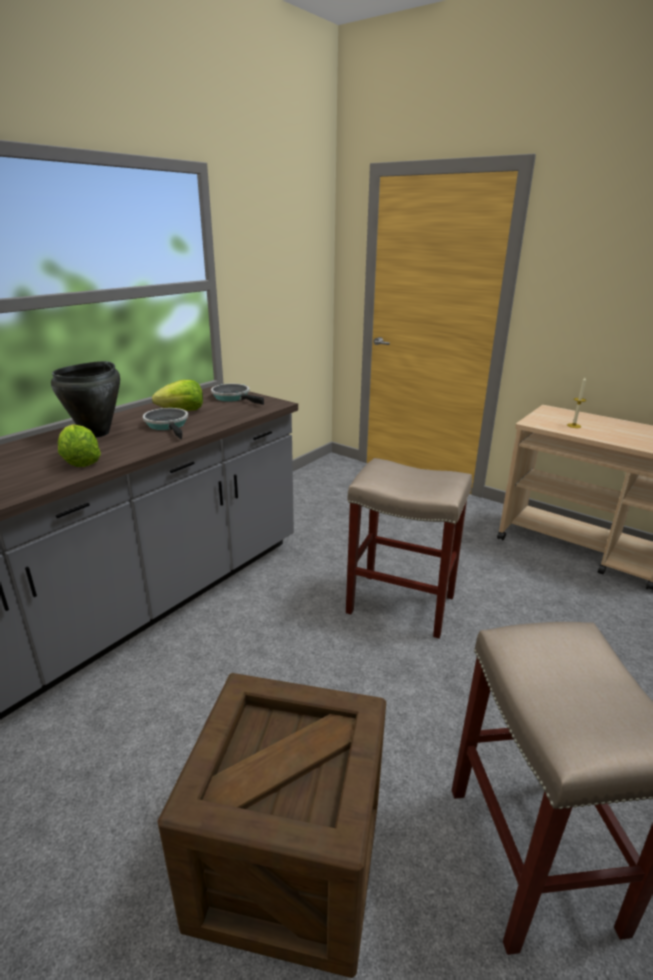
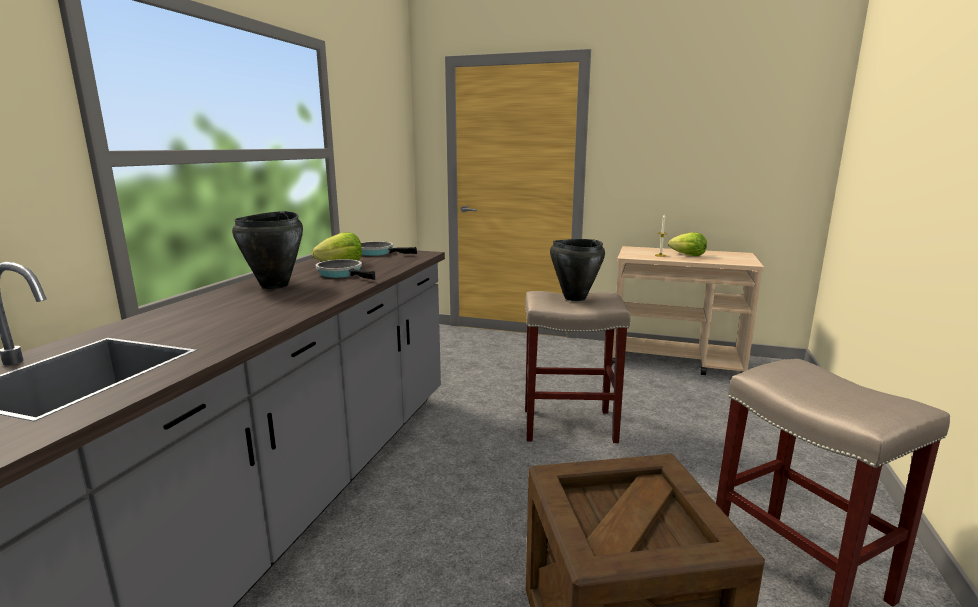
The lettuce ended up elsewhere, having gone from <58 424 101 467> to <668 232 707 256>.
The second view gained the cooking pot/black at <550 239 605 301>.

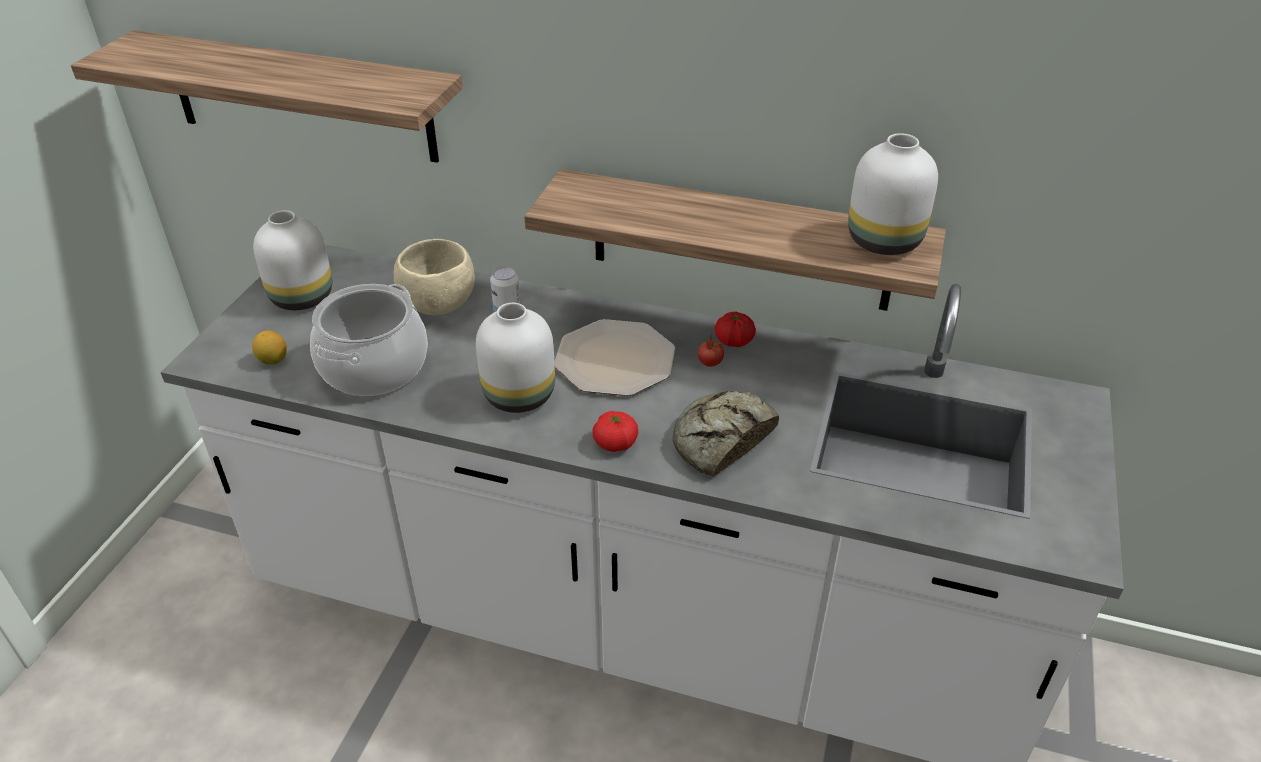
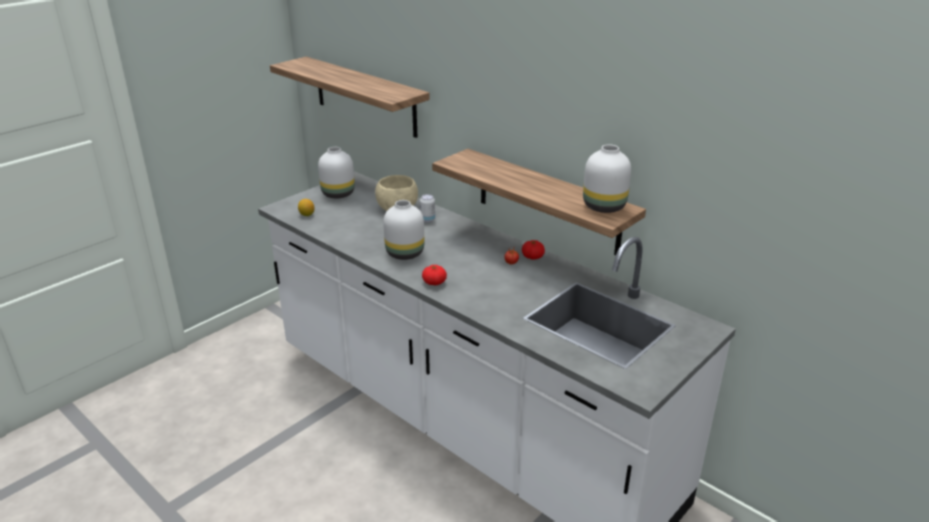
The second view lost the cooking pot at <310 284 428 396>.
The second view lost the plate at <555 319 675 396>.
The second view lost the bread at <673 391 779 477>.

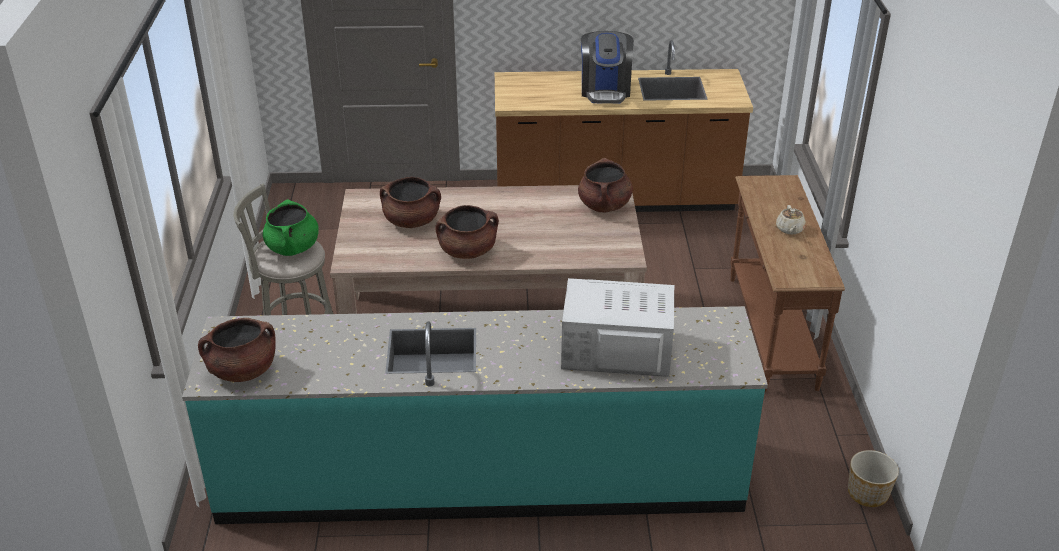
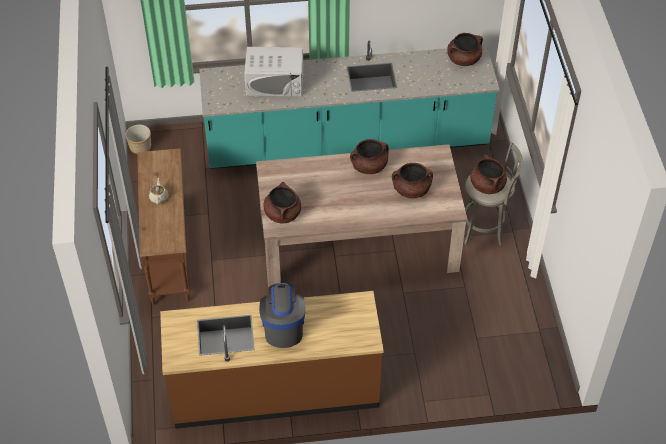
What was the cooking pot/green at <263 199 319 256> turned into the cooking pot/brown at <470 154 507 194>.

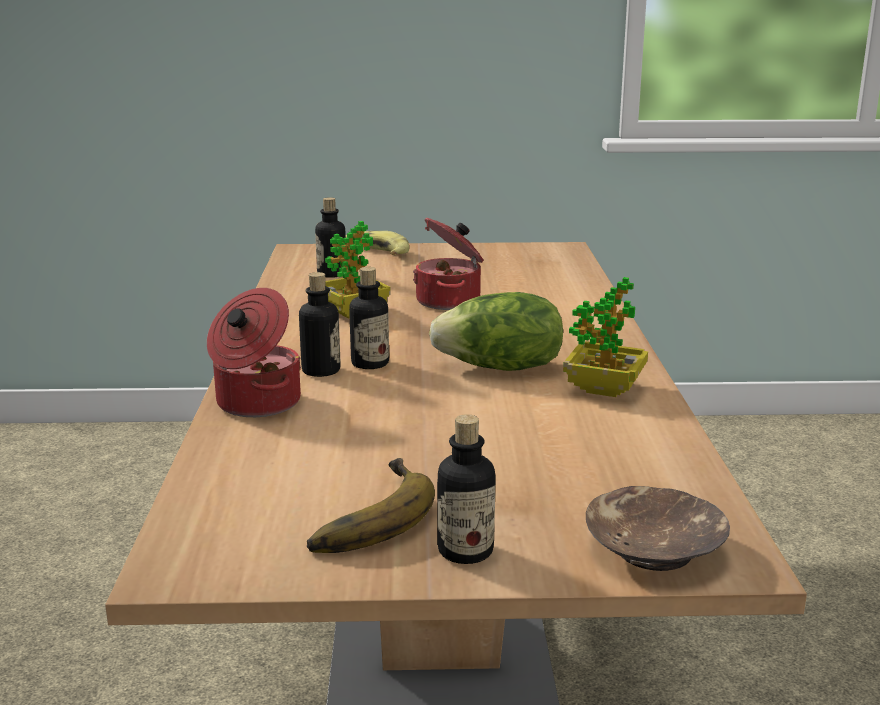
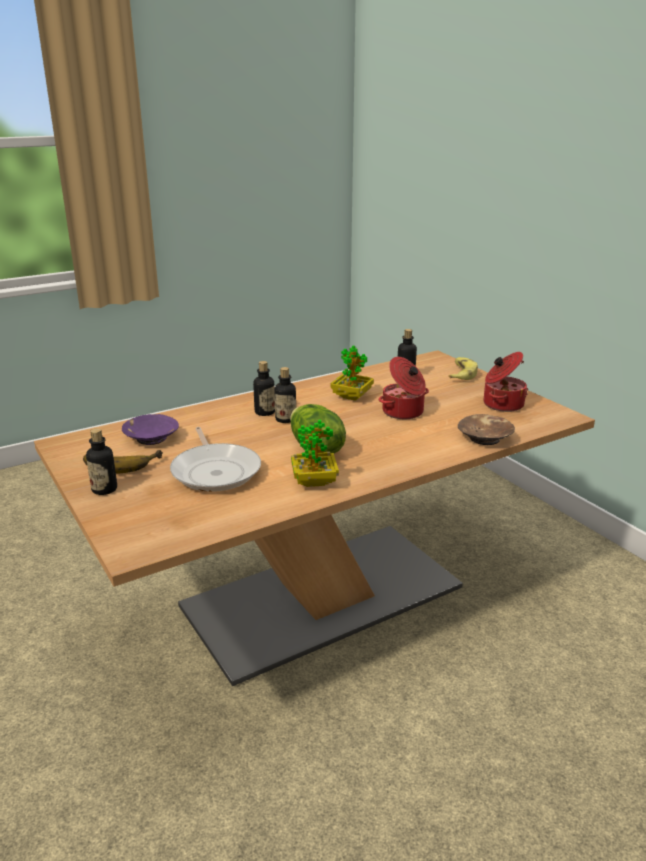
The cooking pot ended up elsewhere, having gone from <207 288 301 417> to <483 352 528 412>.
The bowl/brown ended up elsewhere, having gone from <586 486 730 571> to <458 414 515 445>.
The second view gained the bowl/purple at <122 414 179 445>.
The second view gained the frying pan at <170 427 261 492>.

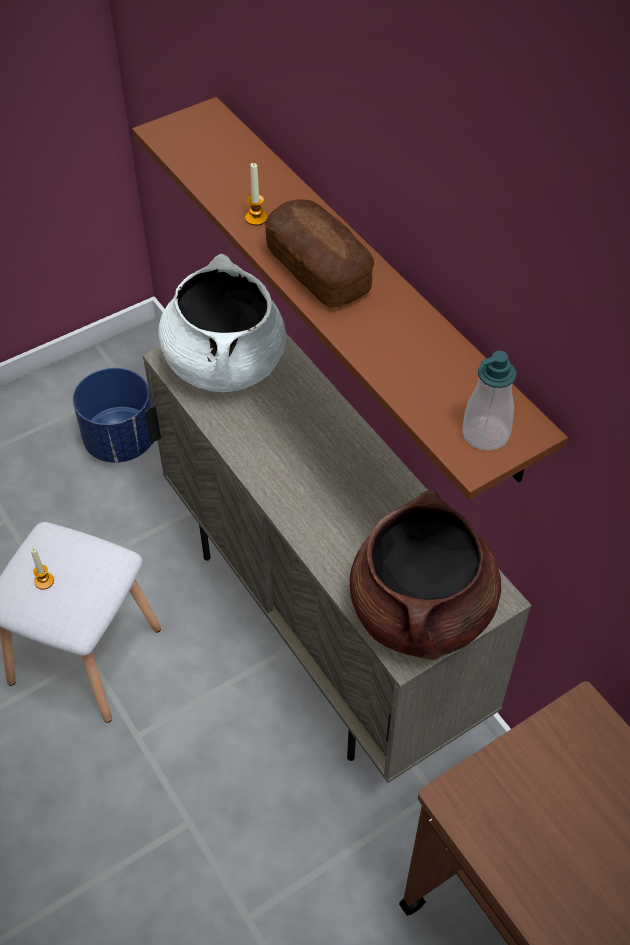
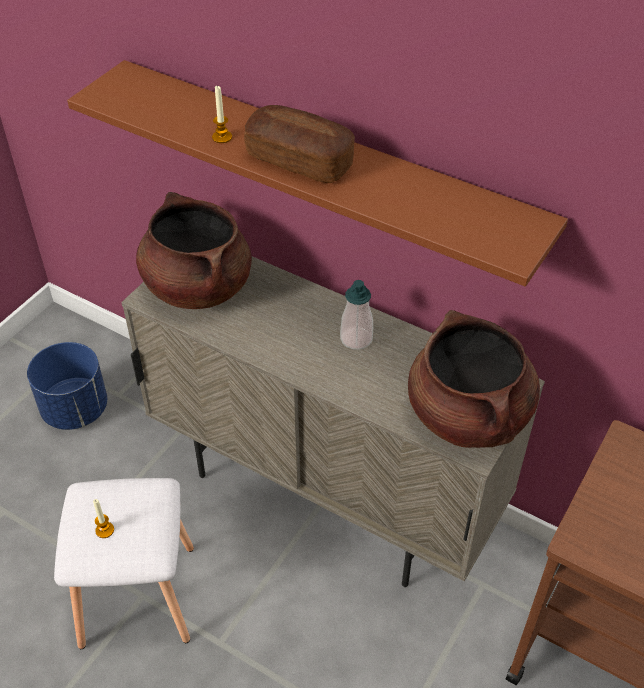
What was the cooking pot/white at <158 254 286 392> turned into the cooking pot/brown at <136 192 252 309>.
The soap dispenser ended up elsewhere, having gone from <462 351 516 451> to <340 280 373 350>.

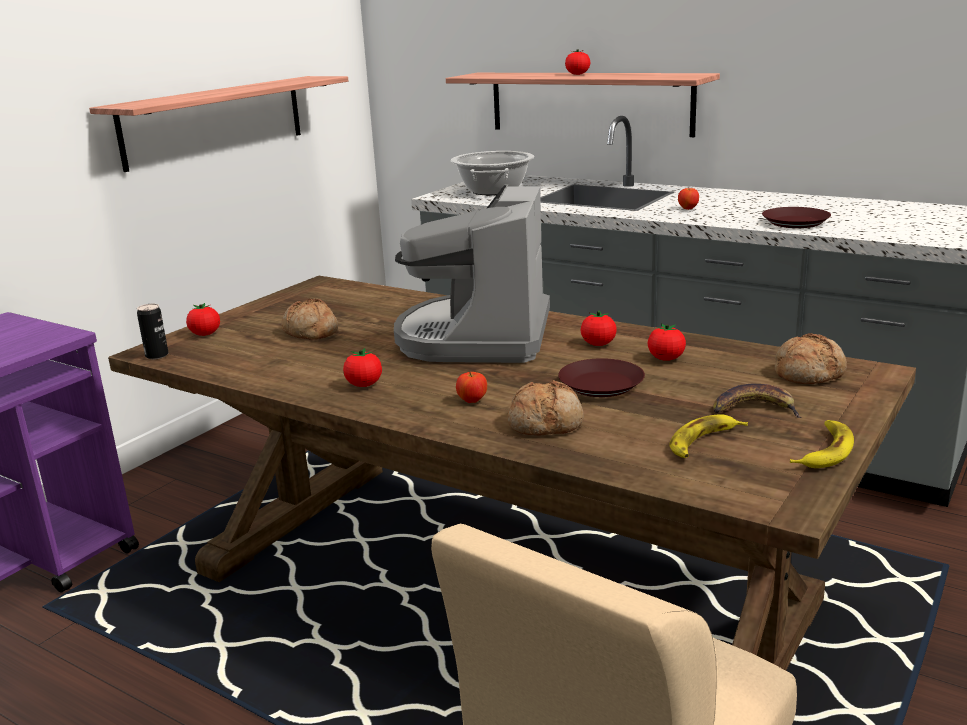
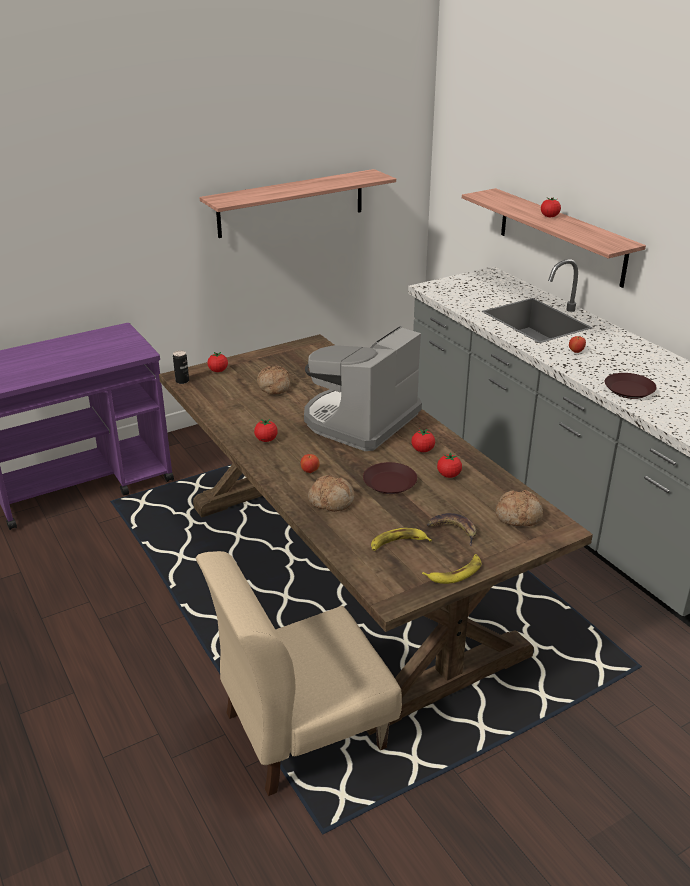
The second view lost the cooking pot at <451 151 534 195>.

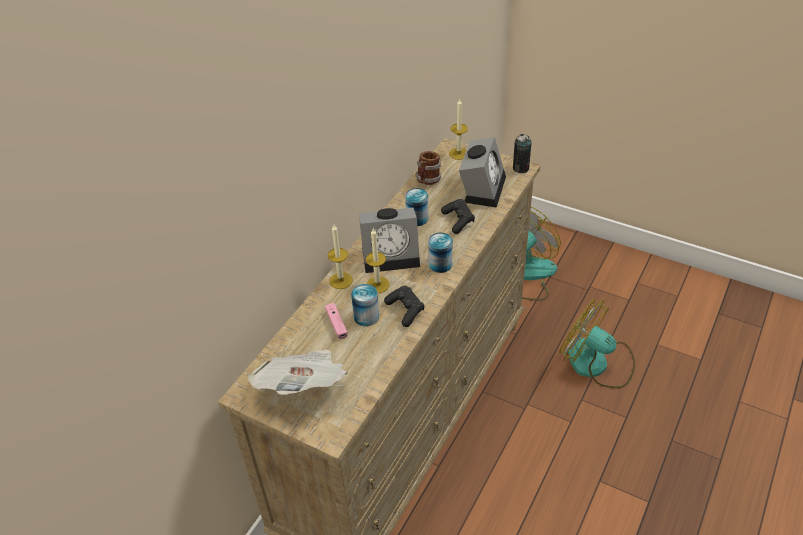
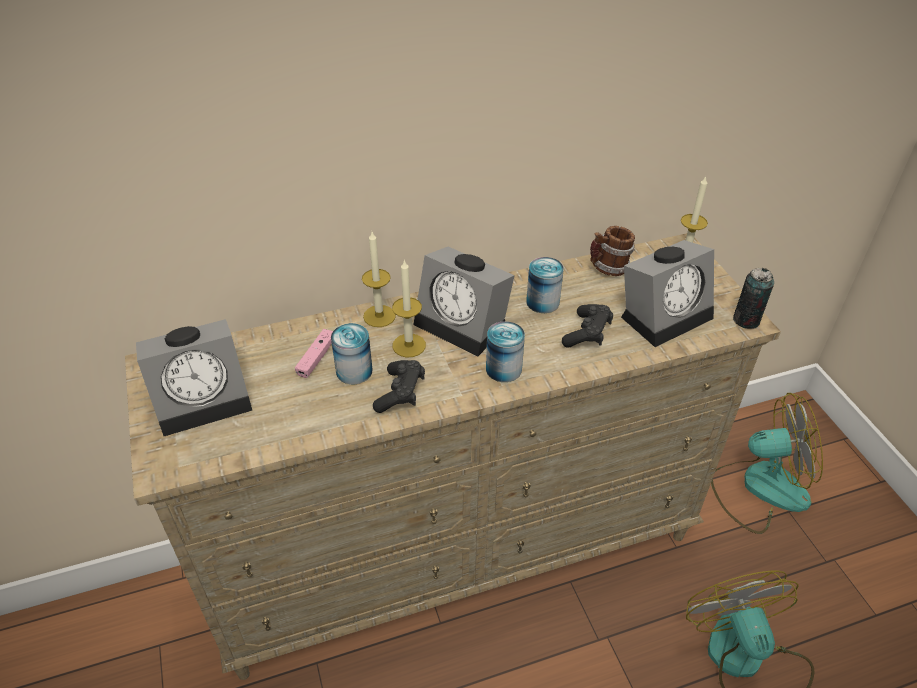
Where the newspaper stood at <248 349 347 395>, the alarm clock came to stand at <136 319 252 436>.

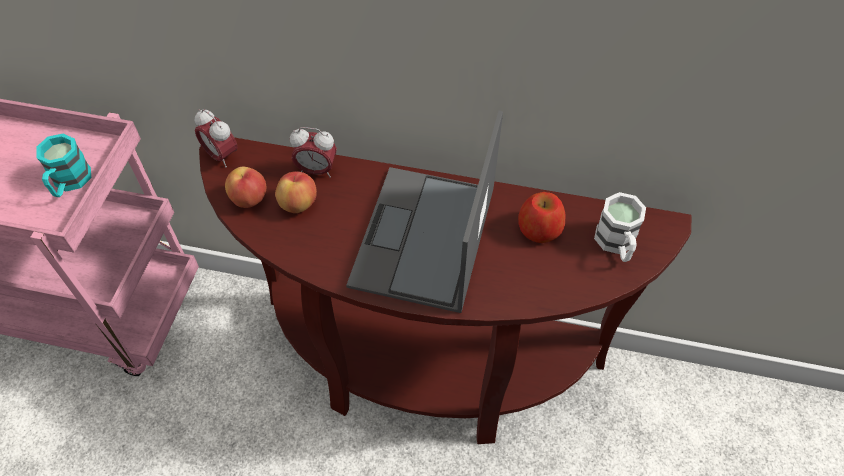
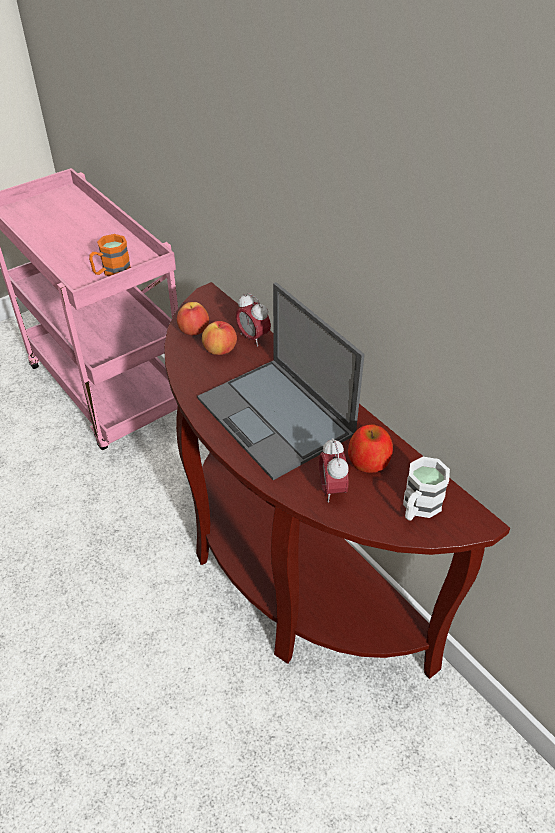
The alarm clock ended up elsewhere, having gone from <194 109 238 167> to <319 438 349 503>.
The laptop at <346 111 503 313> ended up facing another way, 90 degrees counterclockwise from before.
What was the mug/turquoise at <36 134 91 197> turned into the mug/orange at <89 234 131 276>.

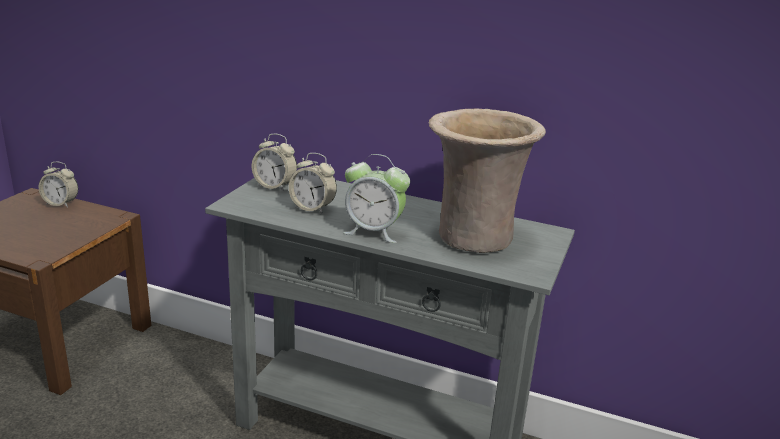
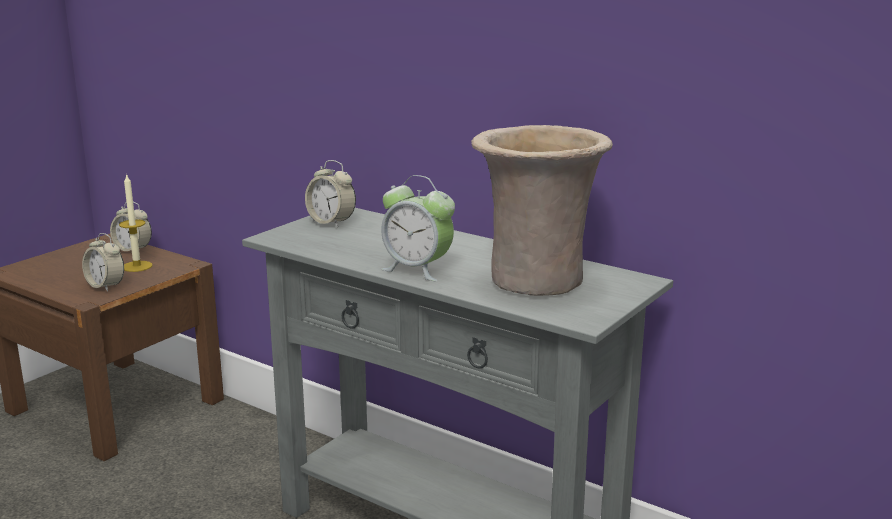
The alarm clock ended up elsewhere, having gone from <289 153 337 214> to <82 233 124 292>.
The second view gained the candle at <119 173 152 272>.

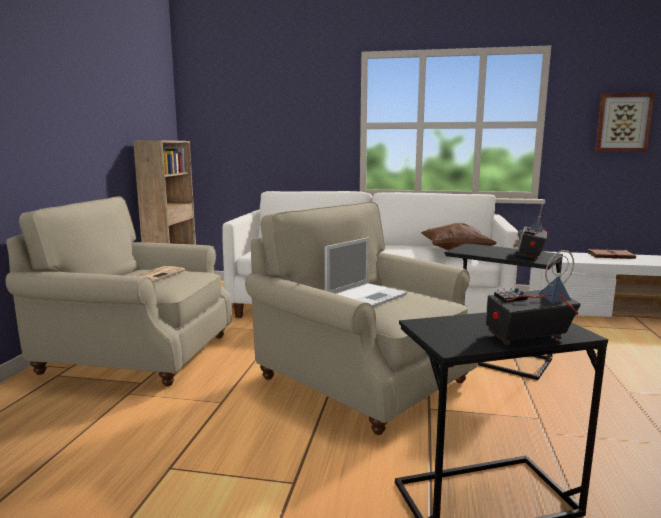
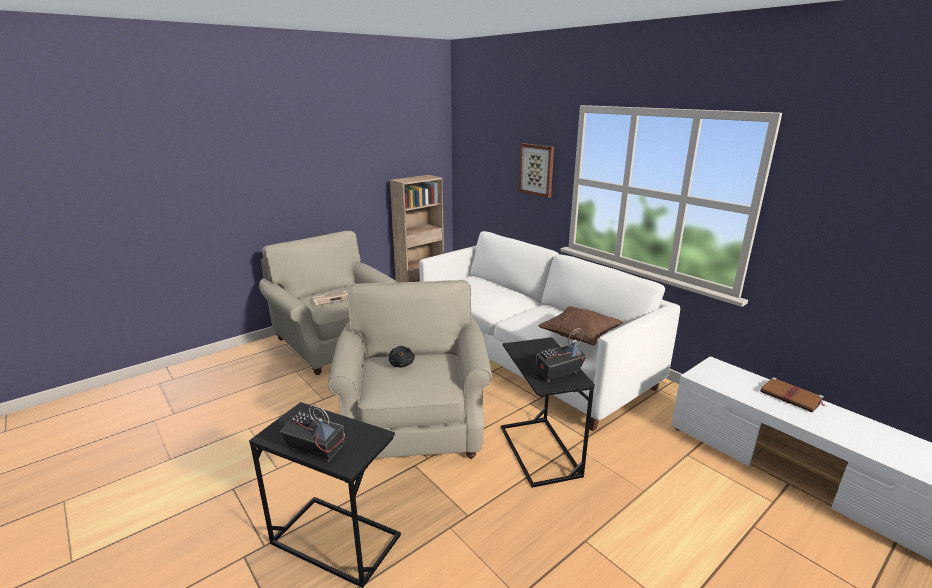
The picture ended up elsewhere, having gone from <595 93 655 151> to <519 143 554 198>.
Where the laptop stood at <325 237 407 307>, the plush toy/black came to stand at <388 346 415 367>.

